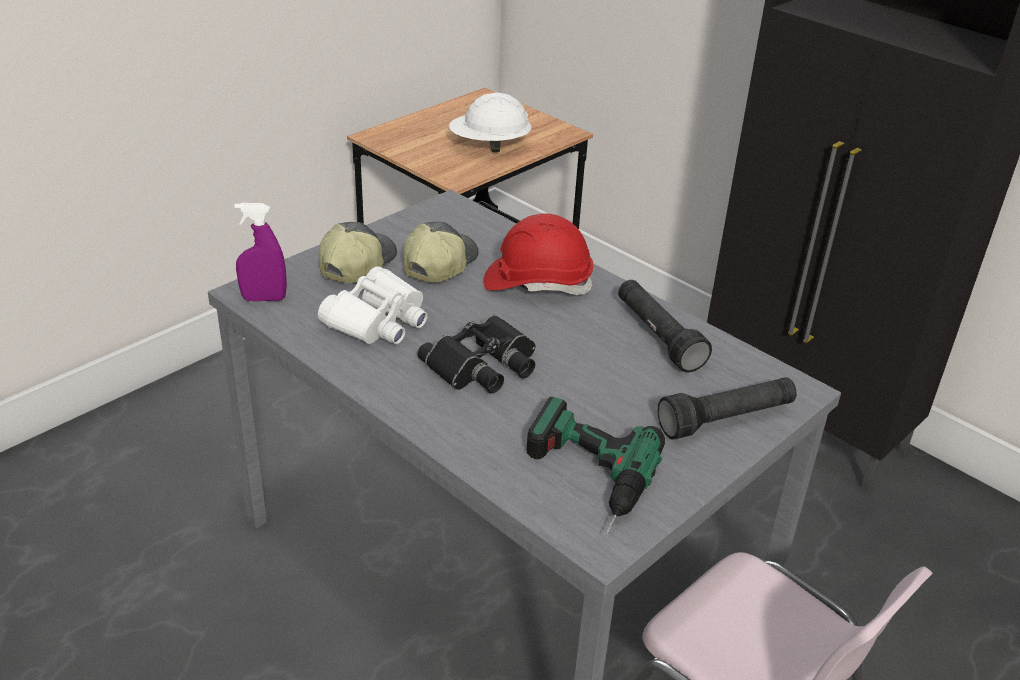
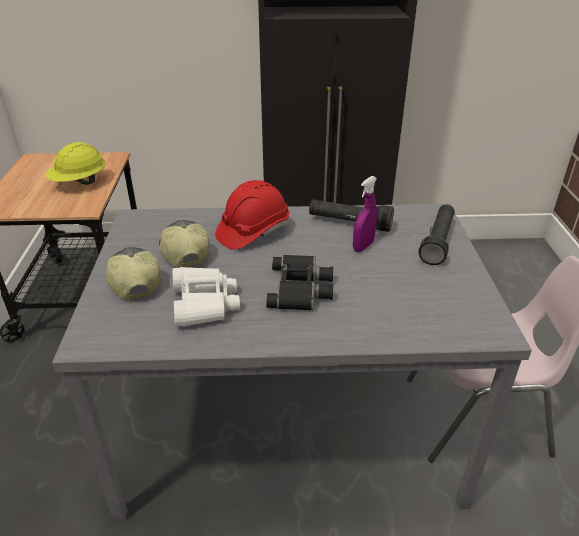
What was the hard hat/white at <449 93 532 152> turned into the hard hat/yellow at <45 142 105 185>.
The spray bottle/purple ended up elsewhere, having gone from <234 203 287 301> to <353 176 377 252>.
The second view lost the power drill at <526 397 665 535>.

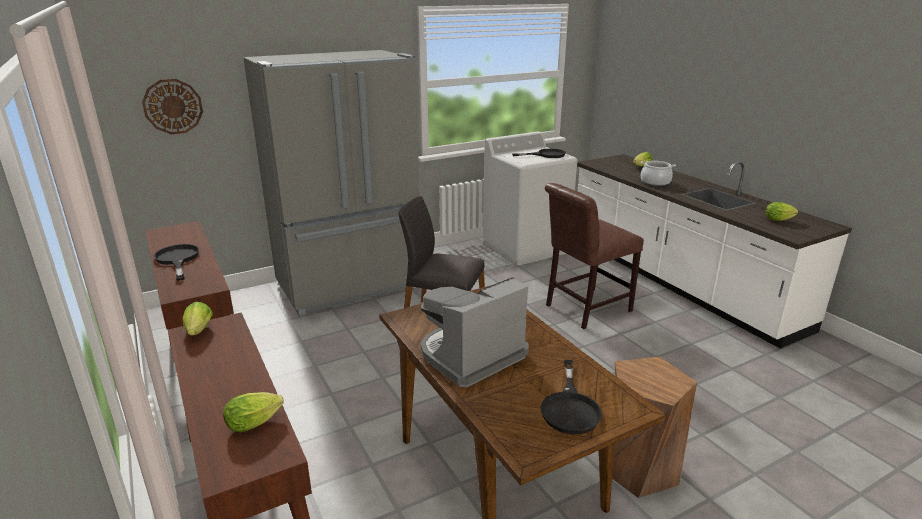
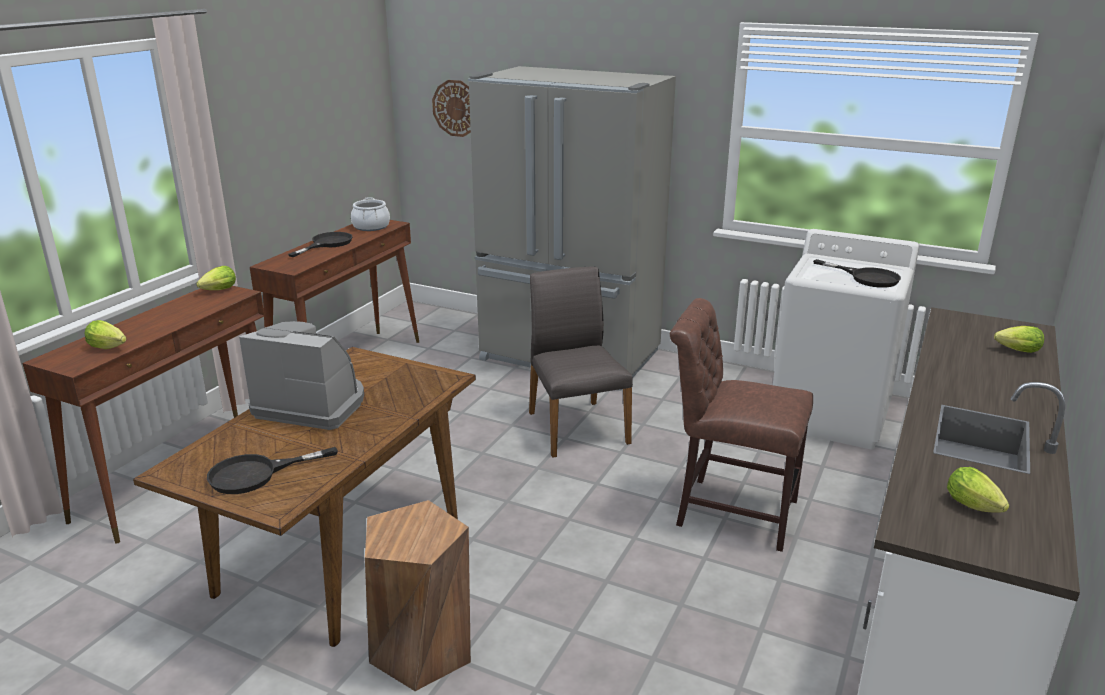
The cooking pot ended up elsewhere, having gone from <641 161 676 186> to <351 197 390 231>.

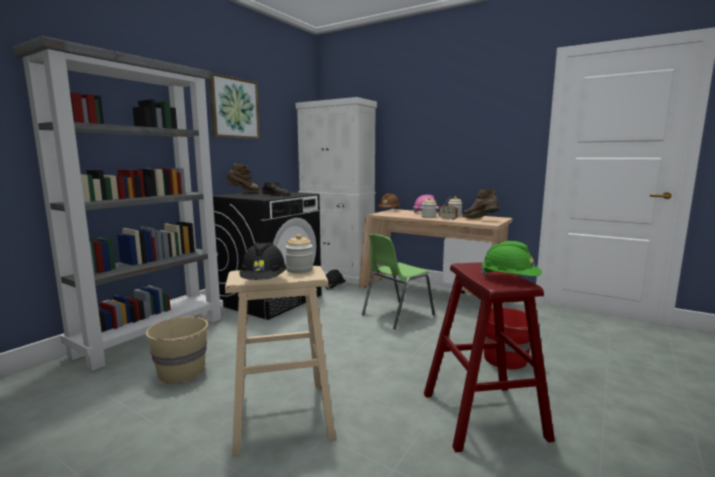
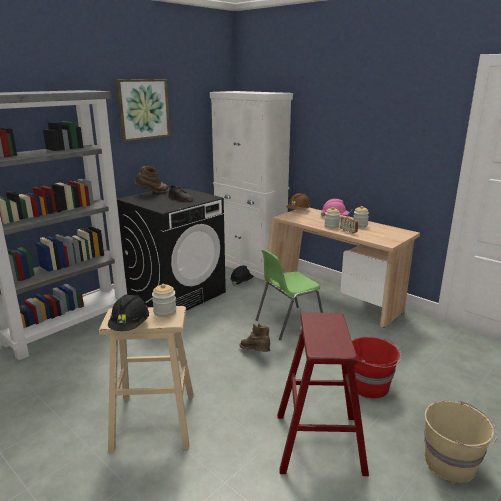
The boot/brown ended up elsewhere, having gone from <462 189 499 218> to <239 324 270 352>.
The second view lost the hard hat/green at <481 241 542 276>.
The bucket/beige ended up elsewhere, having gone from <146 315 211 384> to <424 401 497 483>.

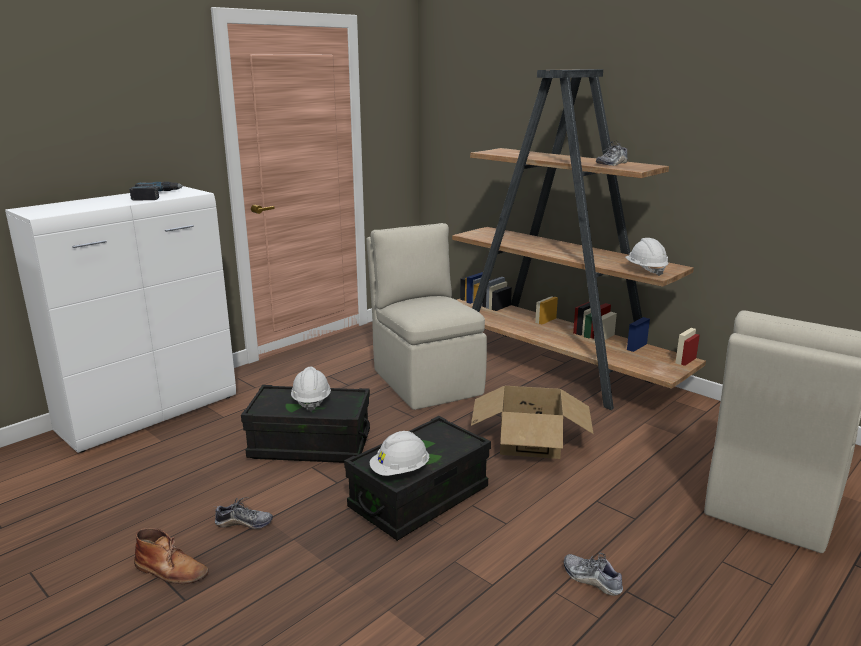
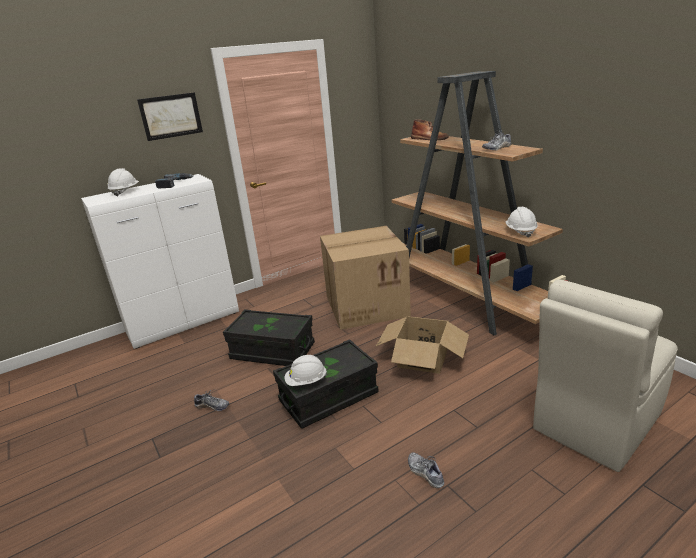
Where the chair/beige stood at <366 223 487 410>, the cardboard box came to stand at <320 226 411 330>.
The hard hat/white ended up elsewhere, having gone from <291 367 331 412> to <107 168 139 197>.
The boot/brown ended up elsewhere, having gone from <134 528 209 584> to <411 119 449 140>.
The second view gained the picture at <137 92 203 141>.

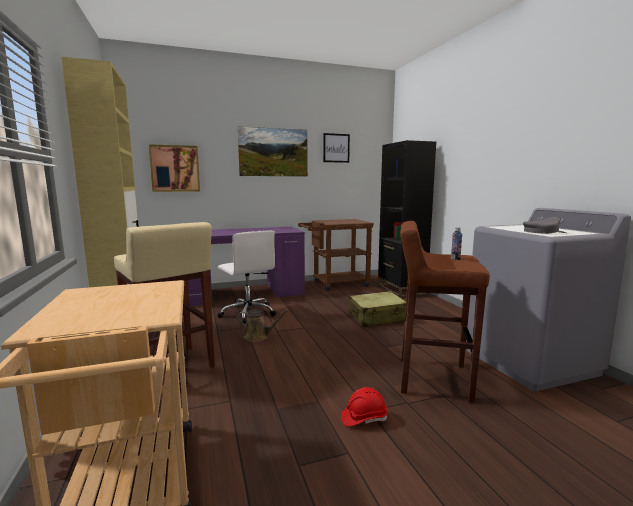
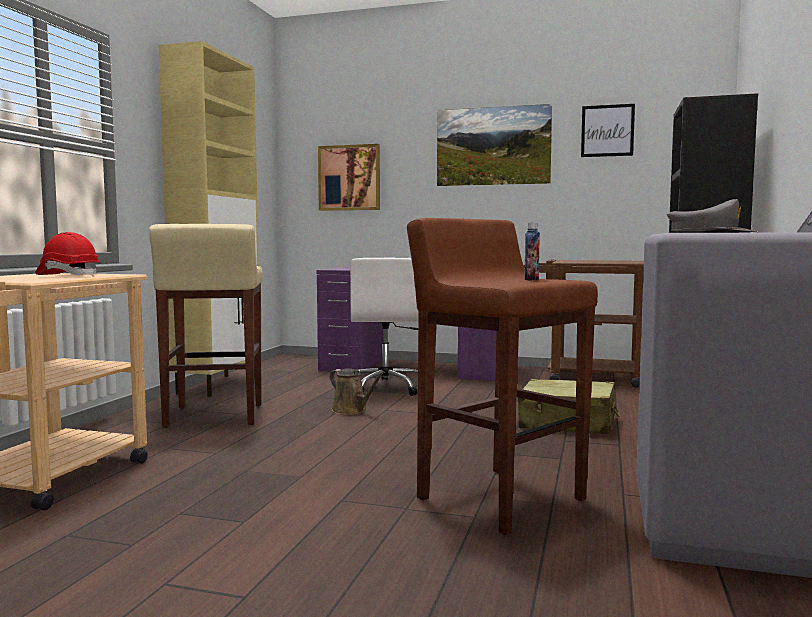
The hard hat/red ended up elsewhere, having gone from <341 387 388 427> to <35 232 100 277>.

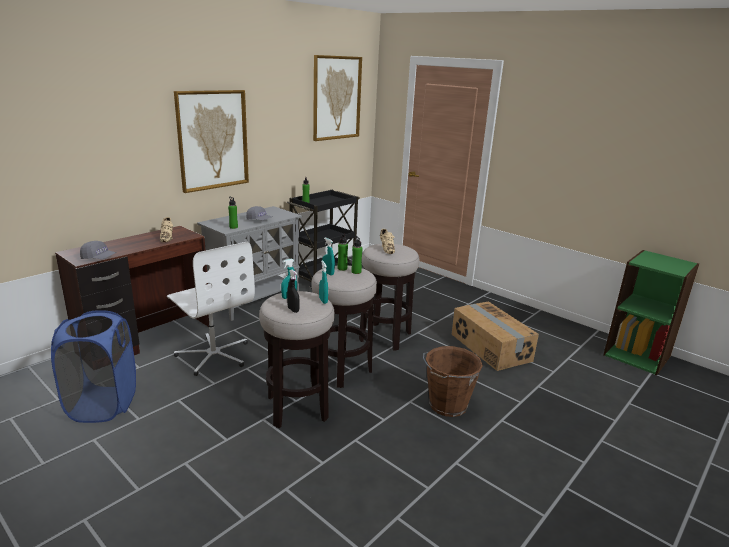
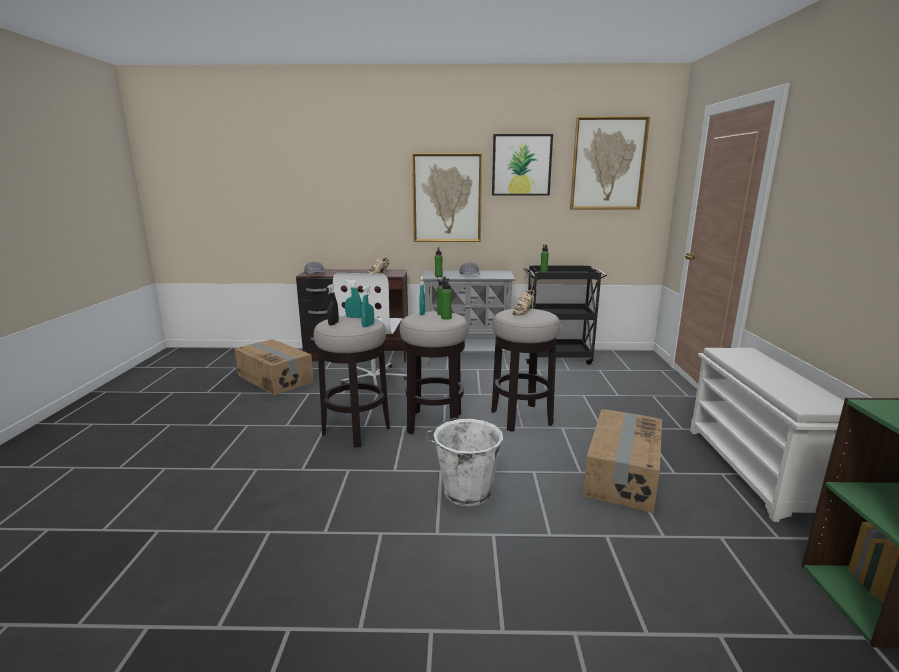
Where the laundry basket/blue stood at <51 310 136 423>, the cardboard box came to stand at <235 339 314 395>.
What was the bucket/brown at <423 346 483 417> turned into the bucket/white at <426 418 503 506>.
The second view gained the picture at <492 134 553 196>.
The second view gained the shoe rack/white at <690 348 844 522>.

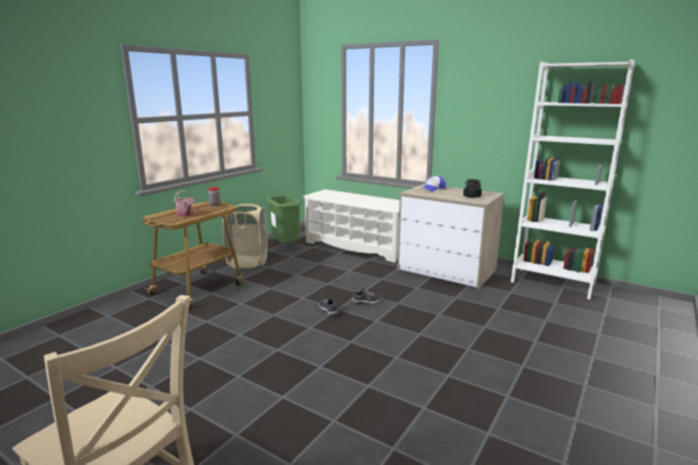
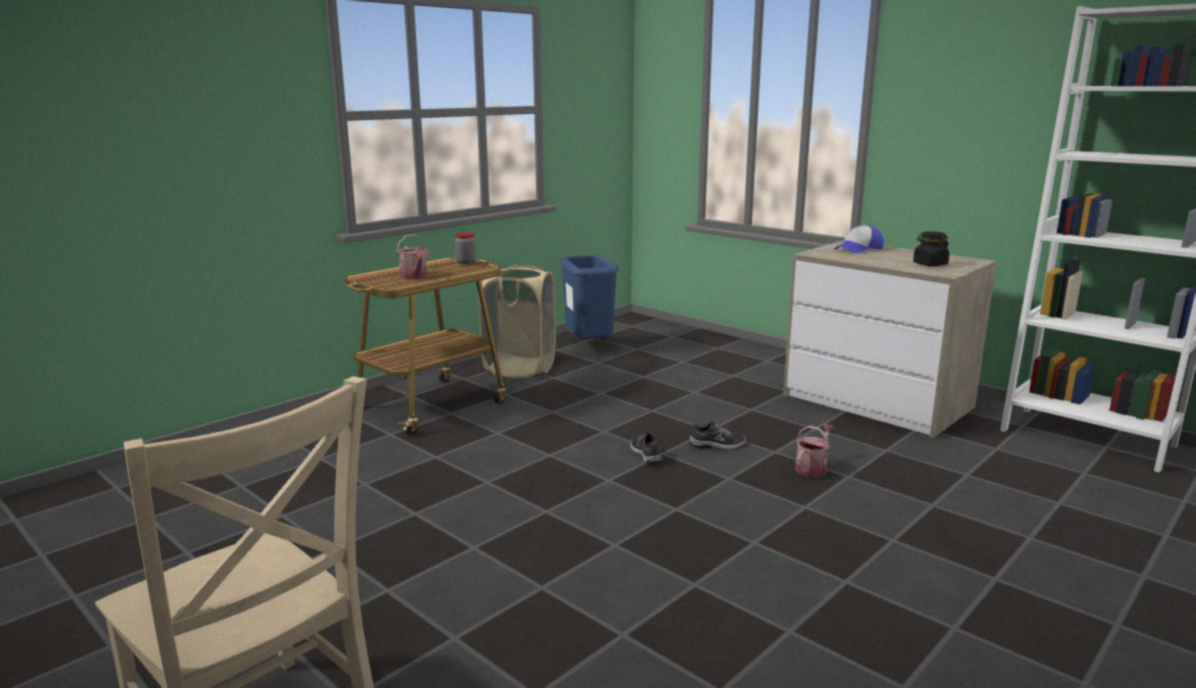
The second view lost the shoe rack/white at <303 189 400 263>.
What was the trash can/green at <266 195 301 243> turned into the trash can/blue at <560 255 619 339>.
The second view gained the watering can at <795 424 836 477>.

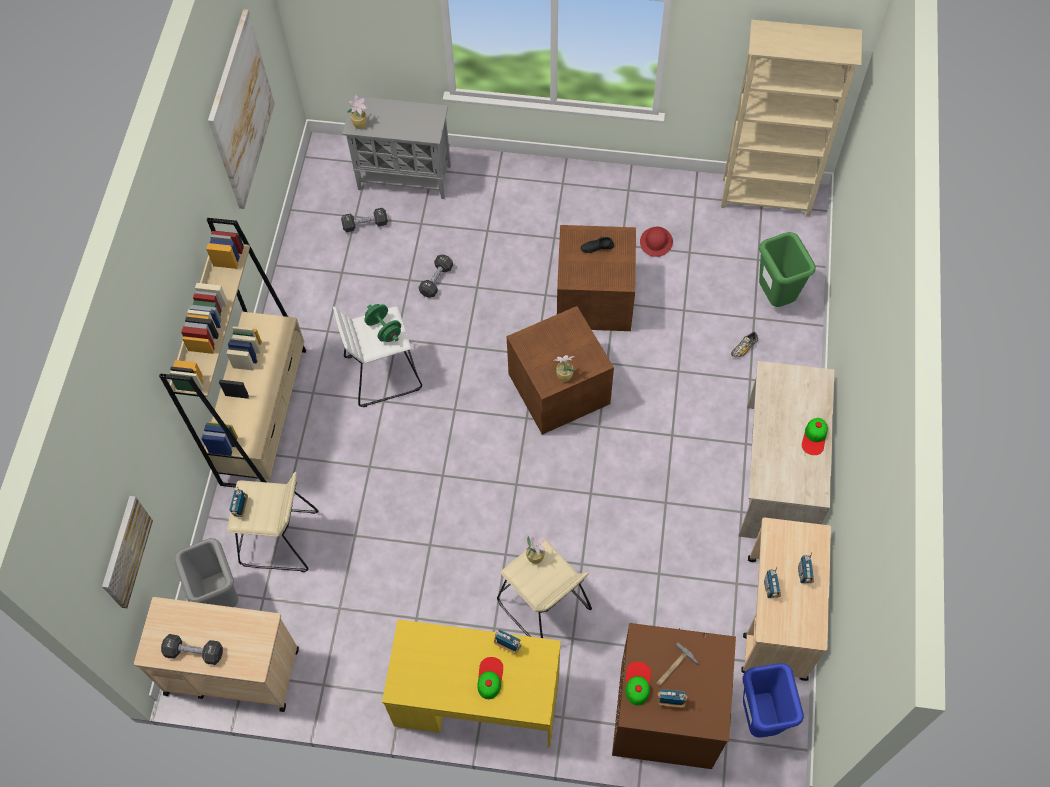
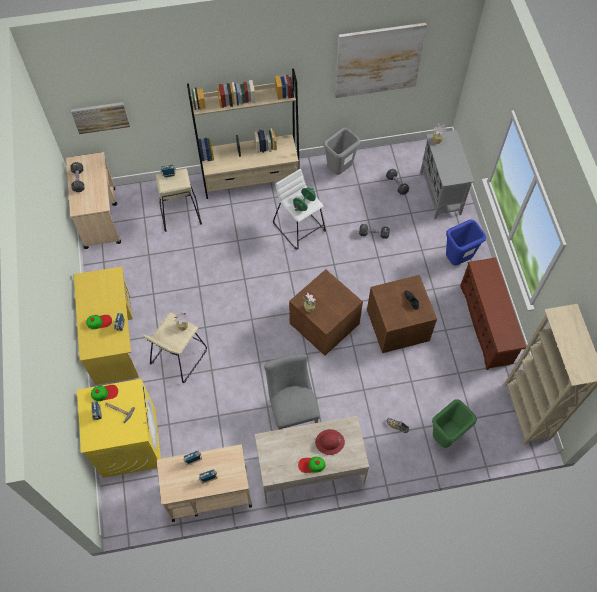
The hard hat/red ended up elsewhere, having gone from <640 227 673 257> to <315 429 345 455>.
The trash can/grey ended up elsewhere, having gone from <174 538 238 607> to <323 128 360 175>.
What was the washing machine/brown at <612 623 736 769> turned into the washing machine/yellow at <77 379 161 478>.
The trash can/blue ended up elsewhere, having gone from <743 663 804 738> to <446 220 486 265>.
The second view gained the shoe rack/brown at <460 258 526 370>.
The second view gained the chair/grey at <264 354 320 430>.

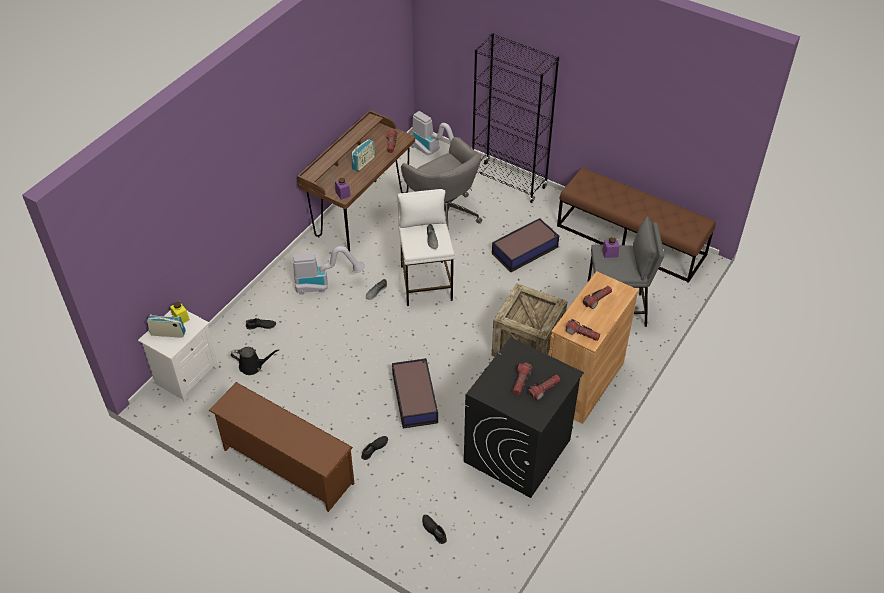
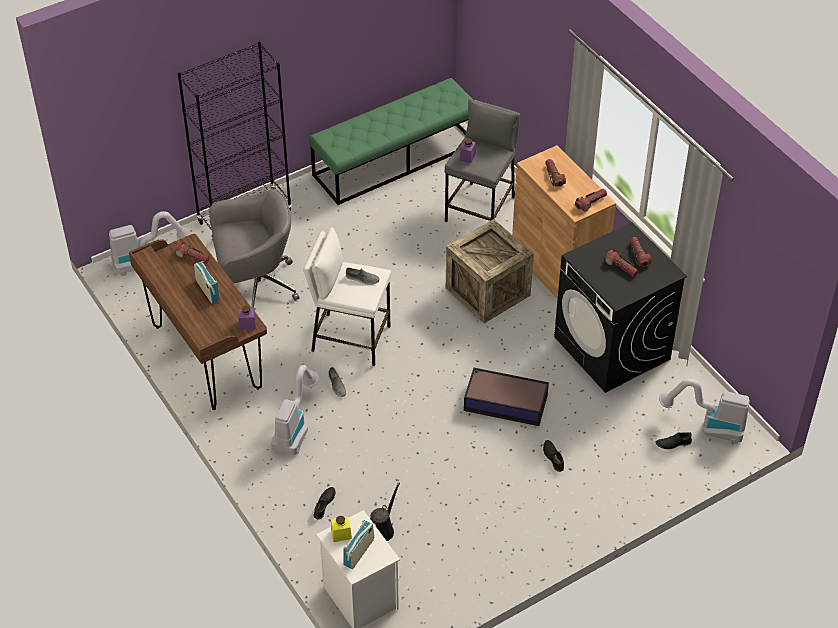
What was the bench/brown at <557 167 716 283> turned into the bench/green at <309 78 473 205>.
The second view lost the storage box at <492 218 559 272>.
The second view lost the shoe rack/brown at <209 382 355 512>.
The second view gained the vacuum cleaner at <659 379 750 444>.

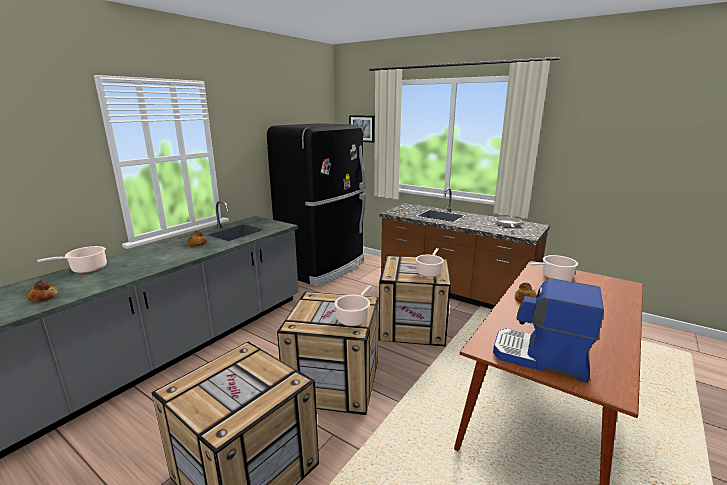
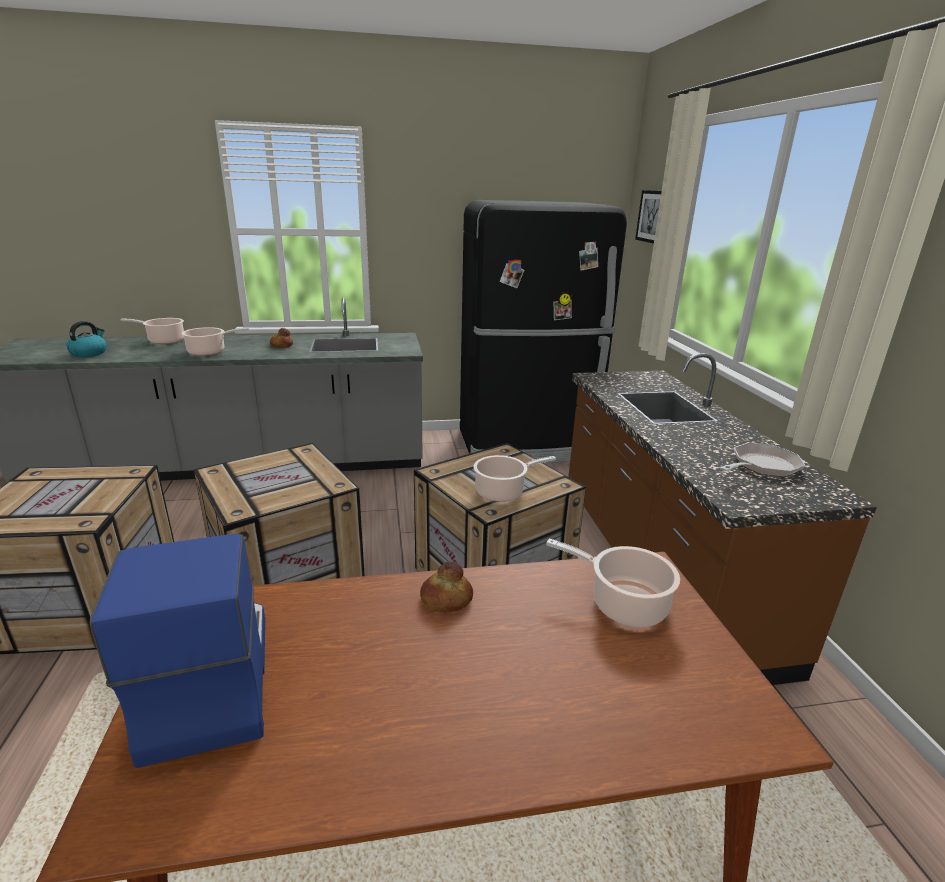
Where the bread stood at <27 280 58 302>, the kettle came to stand at <67 321 107 357>.
The cooking pot ended up elsewhere, having gone from <334 285 372 326> to <181 327 250 356>.

